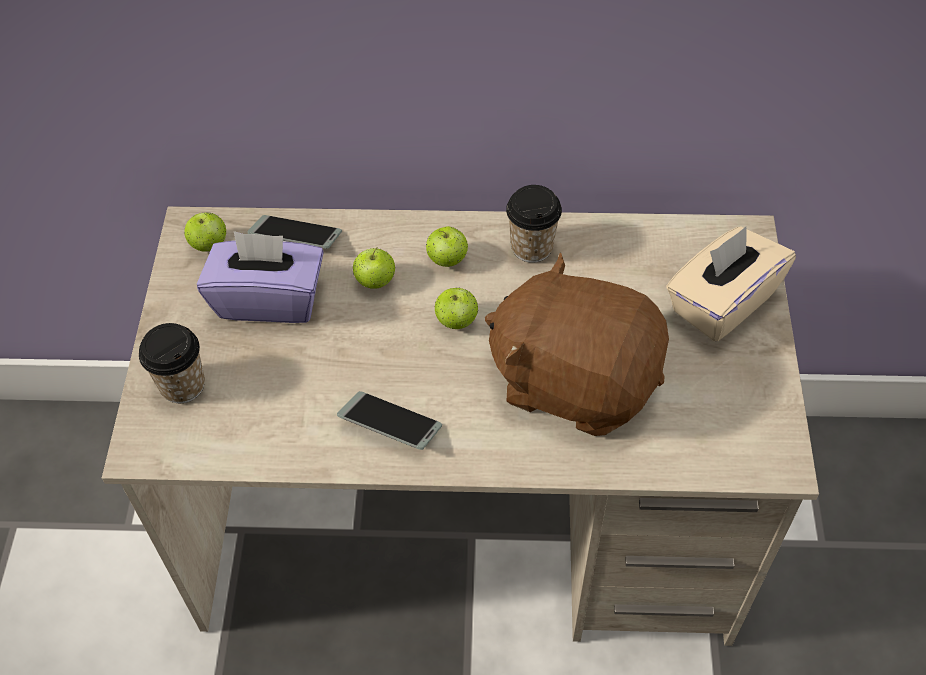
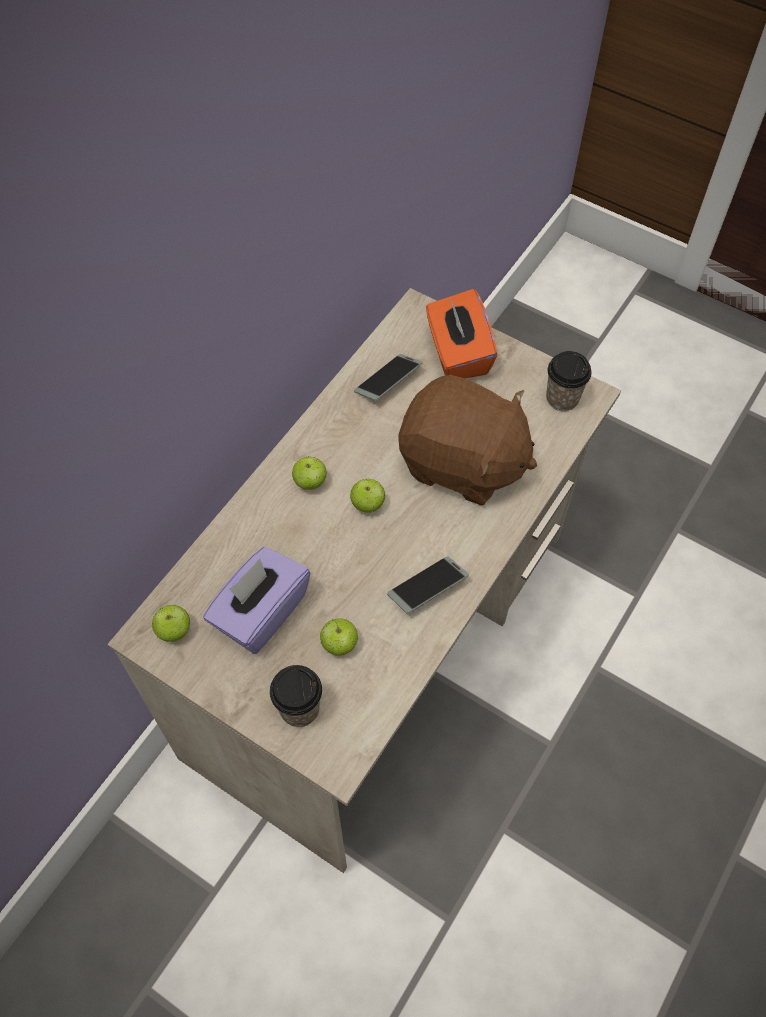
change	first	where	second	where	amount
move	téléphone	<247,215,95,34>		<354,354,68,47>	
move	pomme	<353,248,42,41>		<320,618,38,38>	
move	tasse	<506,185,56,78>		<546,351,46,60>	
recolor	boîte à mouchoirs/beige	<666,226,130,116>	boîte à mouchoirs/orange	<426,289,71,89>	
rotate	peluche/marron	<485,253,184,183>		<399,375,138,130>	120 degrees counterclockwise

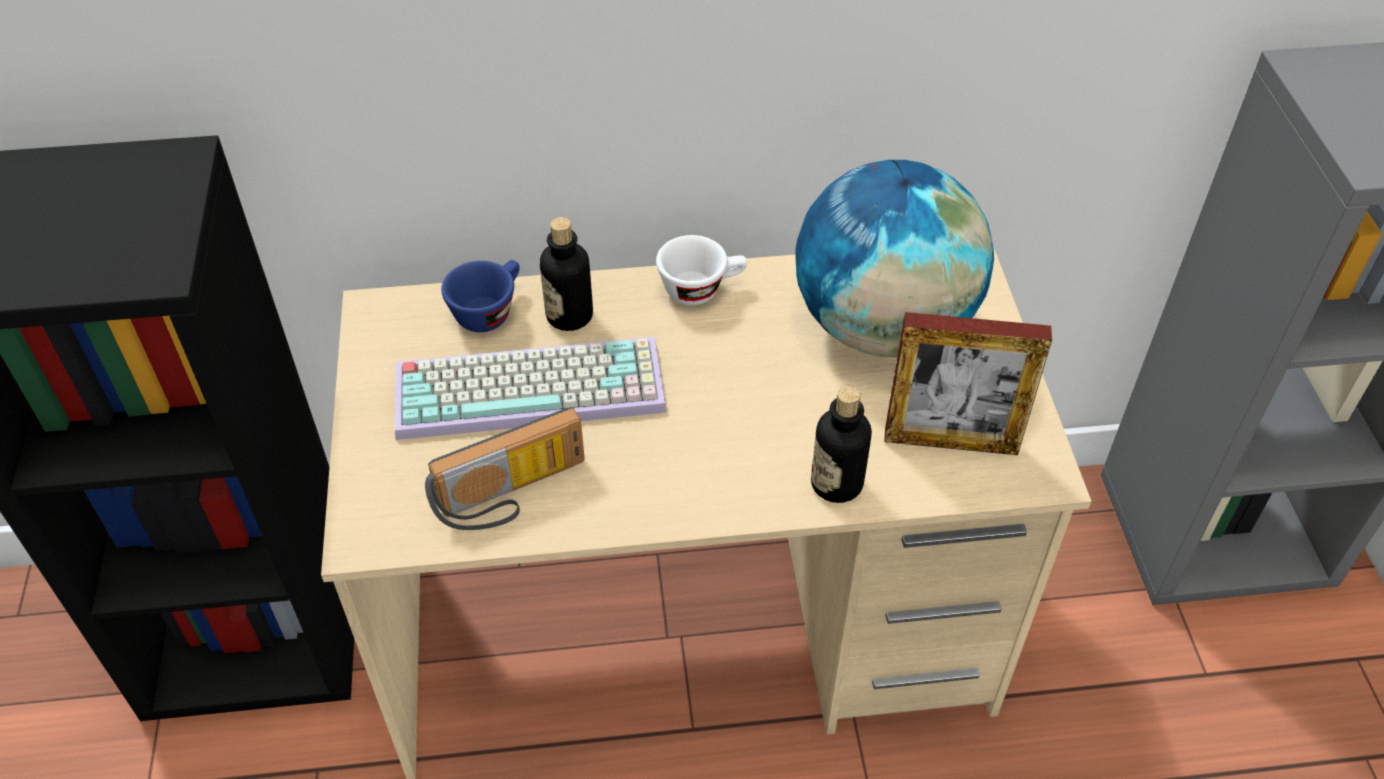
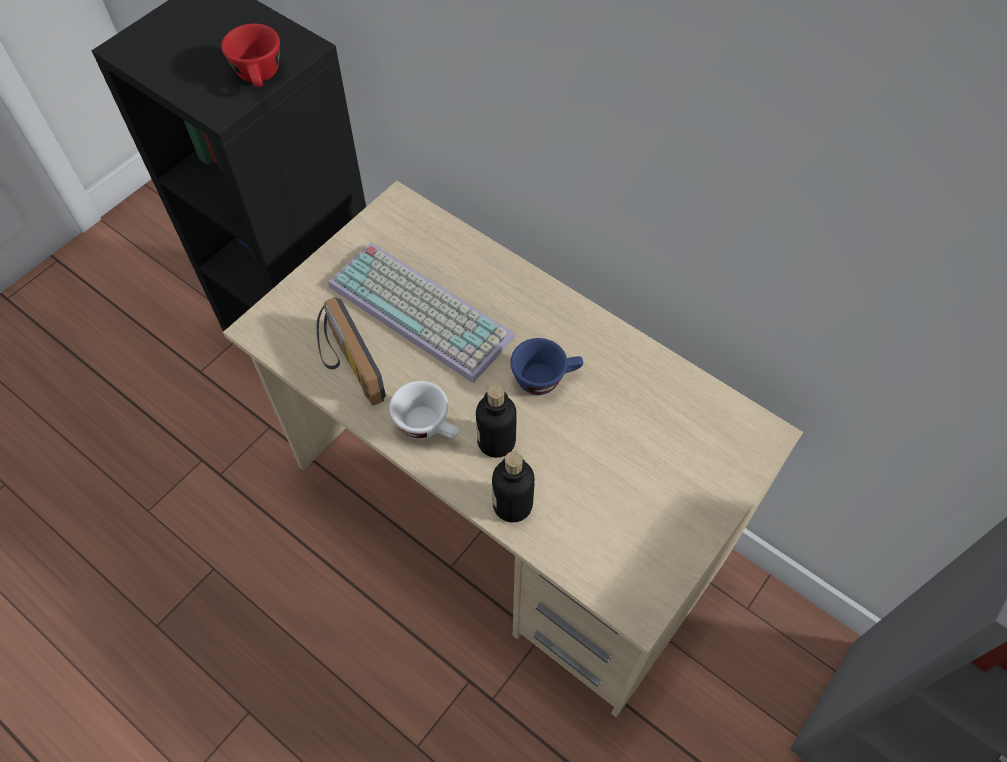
change	first	where	second	where	amount
delete	globe	<795,160,199,197>			
delete	cadre photo	<884,312,168,143>			
insert			tasse/rouge	<221,24,59,63>	
move	tasse/bleu	<441,260,79,72>		<510,338,73,57>	
move	bouteille	<540,217,53,114>		<476,384,41,74>	
move	tasse/blanc	<656,235,91,70>		<389,381,71,58>	
rotate	radio	<425,407,160,123>		<317,297,69,109>	45 degrees clockwise

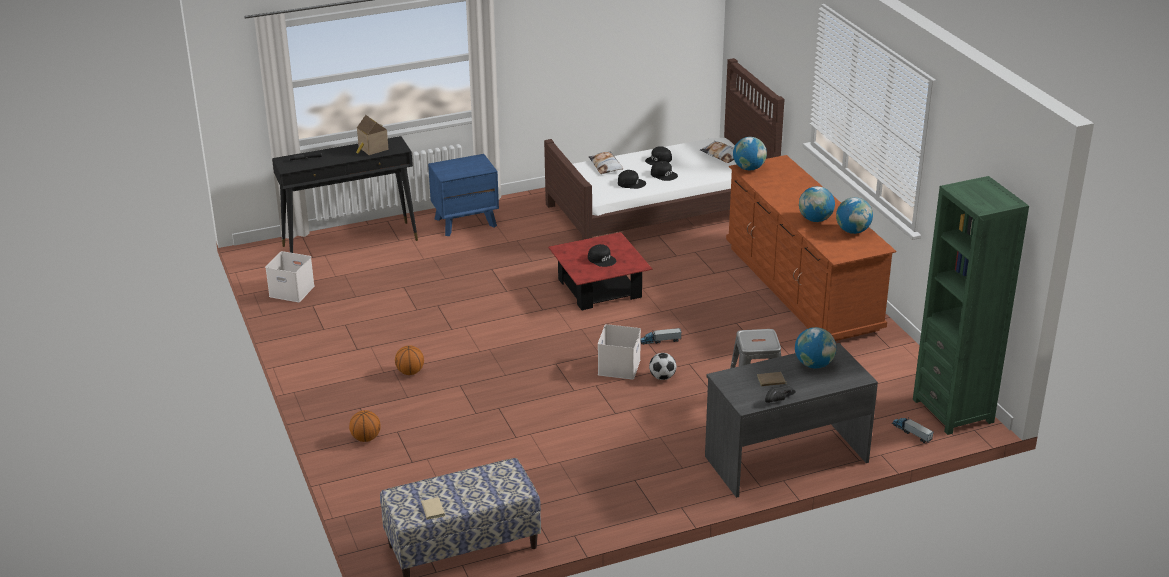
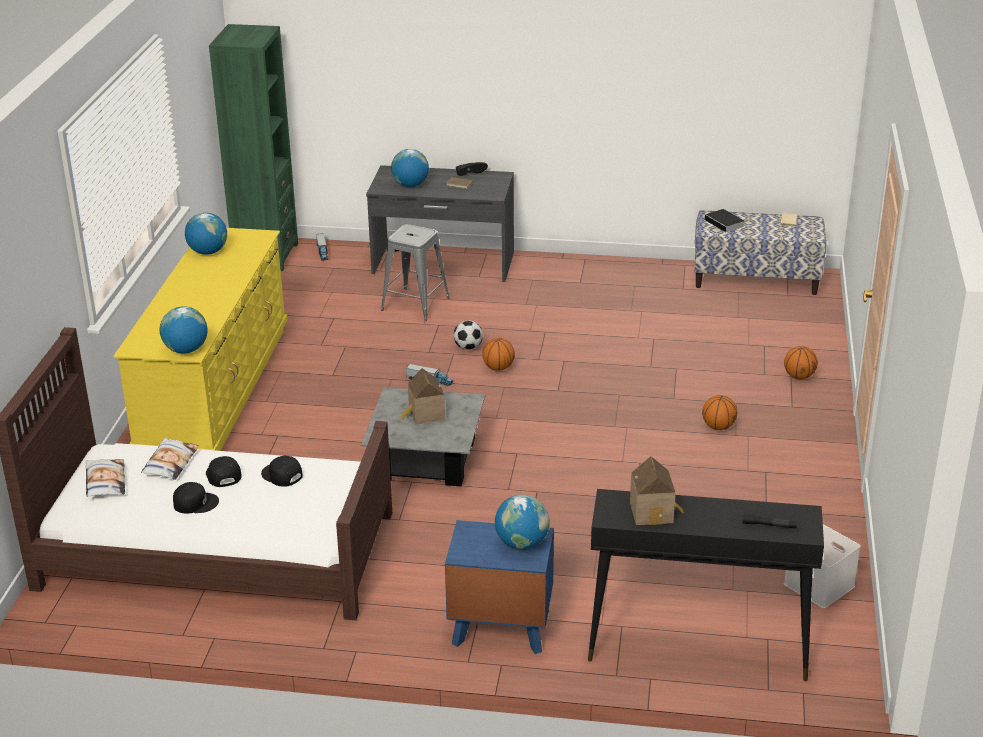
change	first	where	second	where	amount
insert			livre	<705,209,39,23>	
move	coussin	<589,151,34,23>		<141,437,58,43>	
move	globe	<799,186,36,36>		<495,495,55,55>	
replace	casquette/noir	<588,244,28,23>	maison miniature	<401,368,44,57>	
replace	boîte de rangement/blanc	<598,324,43,56>	ballon de basket	<482,338,33,33>	
recolor	table basse/rouge	<548,232,104,78>	table basse/gris	<361,387,124,100>	
recolor	commode/marron	<726,155,170,186>	commode/jaune	<113,228,175,223>	

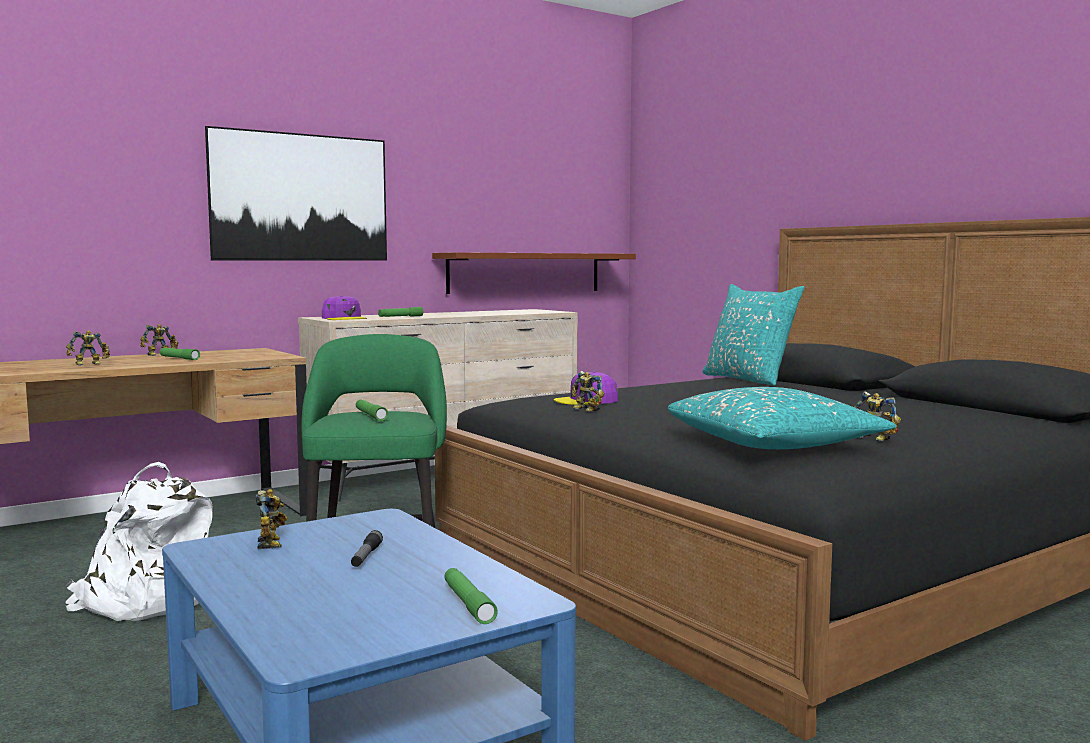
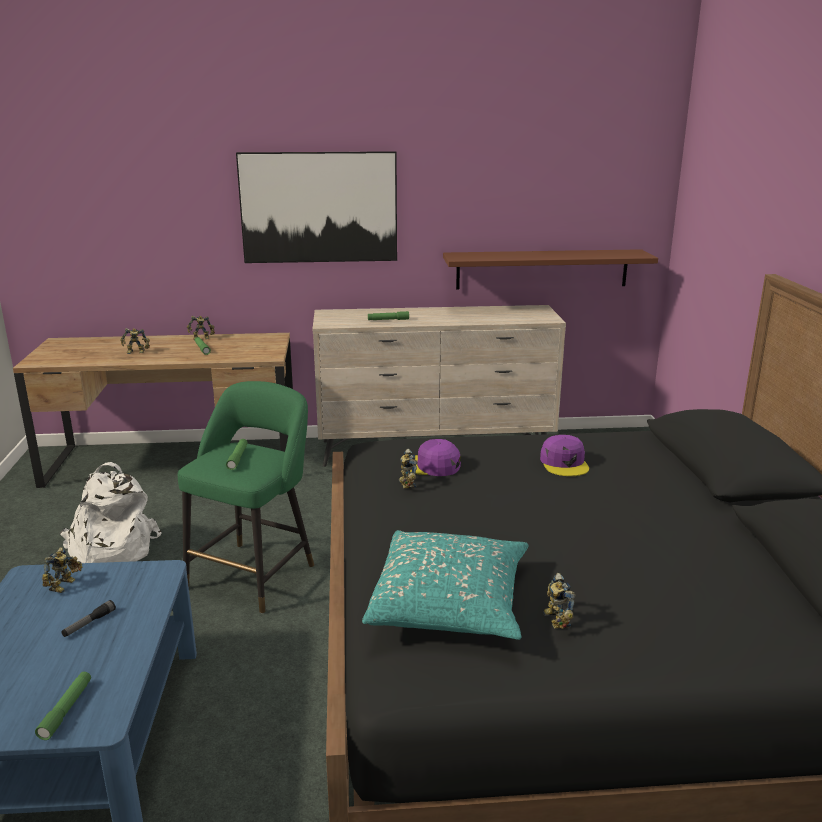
change	first	where	second	where	amount
delete	coussin/turquoise	<702,284,103,102>			
move	casquette/violet	<322,295,45,25>		<540,435,49,41>	

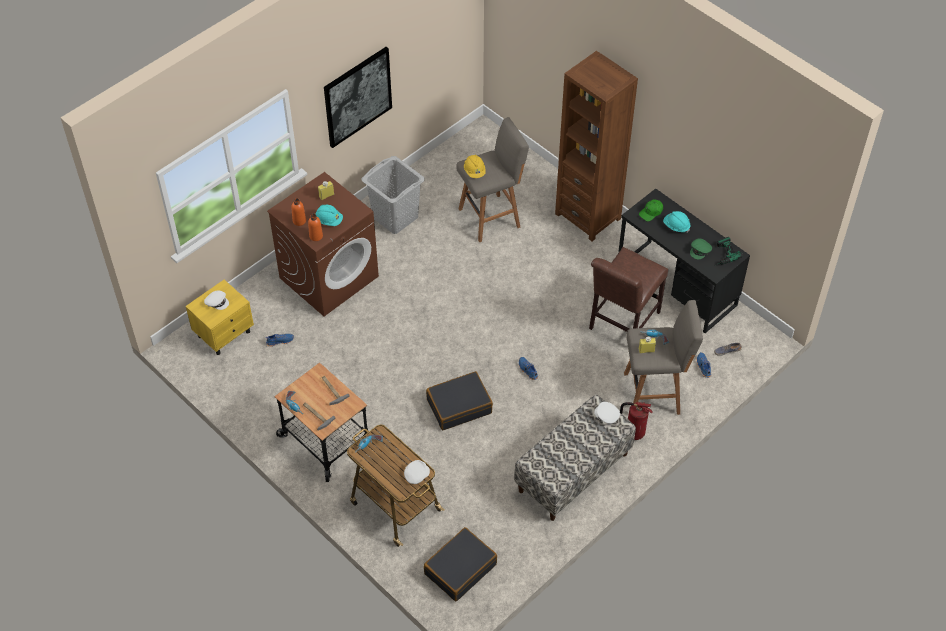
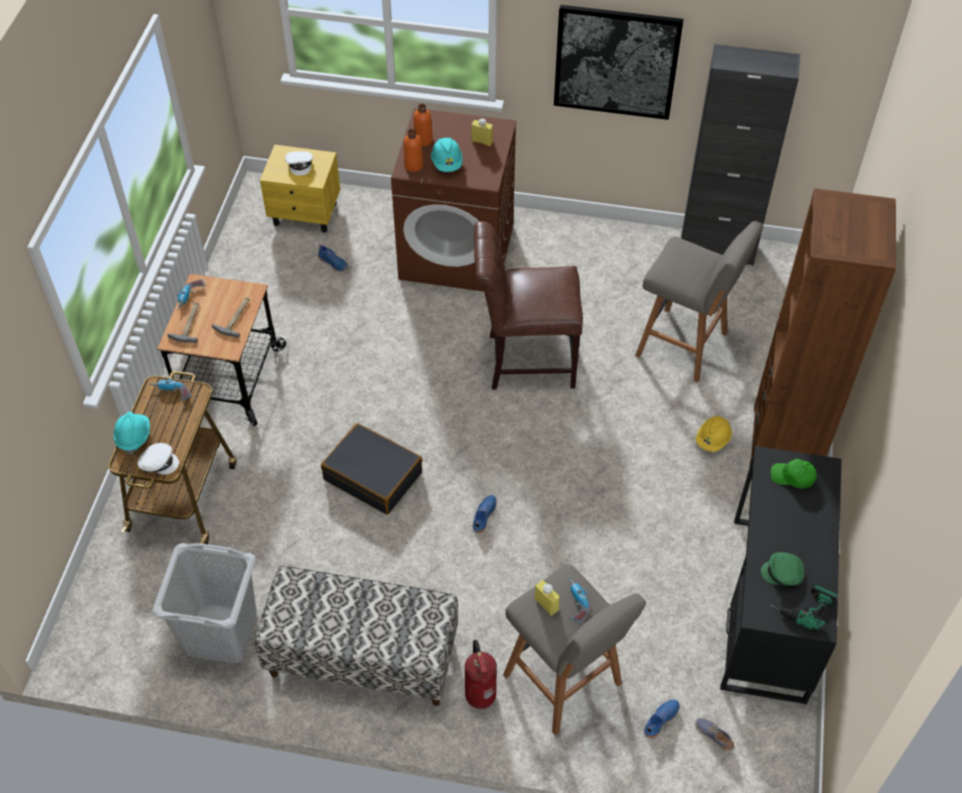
change	first	where	second	where	amount
delete	valise/noir	<424,527,73,75>			
delete	casquette/blanc	<594,402,26,22>			
insert			meuble de rangement/noir	<681,44,119,222>	
move	panier à linge/gris	<361,156,64,78>		<152,543,105,120>	
move	casque de chantier/jaune	<464,155,22,23>		<696,416,36,36>	
move	chaise/marron	<589,247,79,85>		<474,221,109,169>	
move	casque de chantier/turquoise	<663,211,28,22>		<113,411,37,43>	

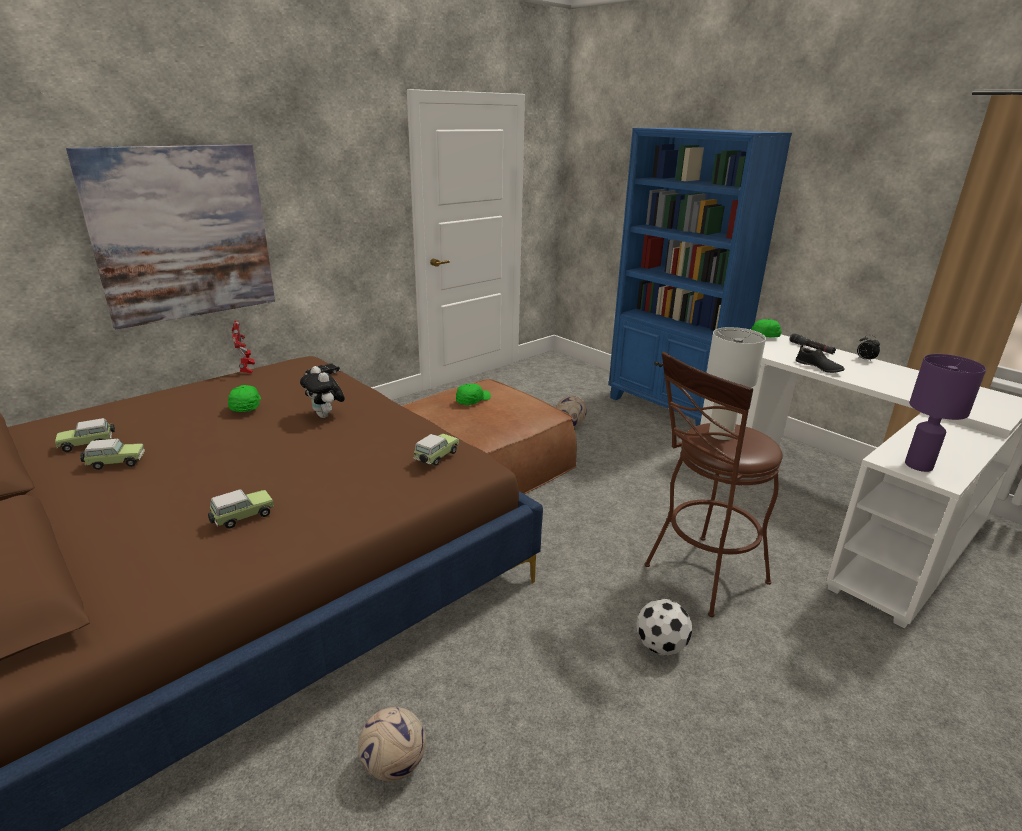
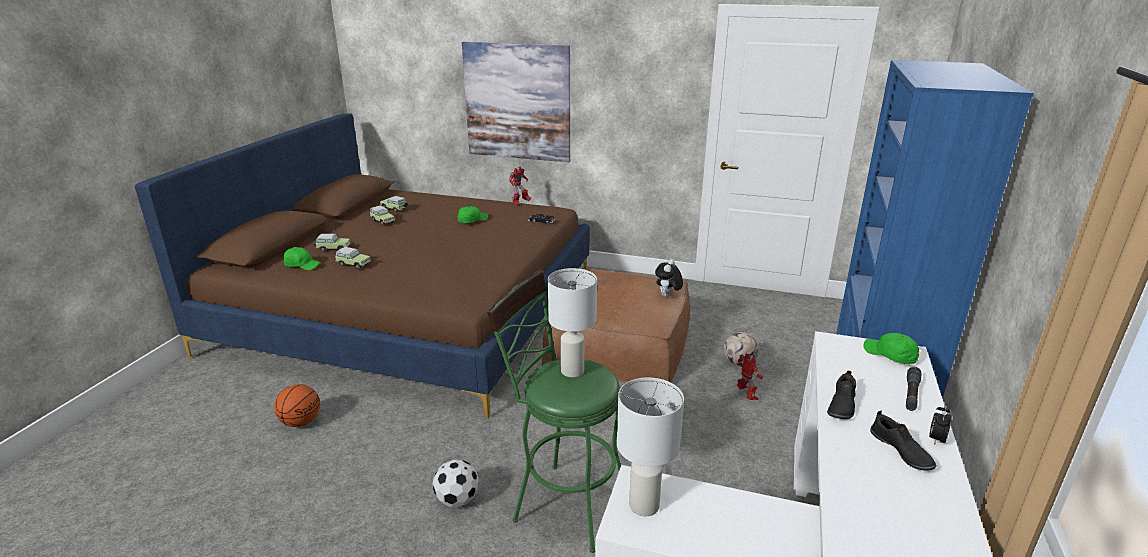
change	first	where	second	where	amount
insert			robot jouet	<736,353,27,47>	
insert			chaussure/noir	<870,411,66,60>	
move	peluche	<300,366,45,52>		<655,259,28,38>	
move	petite voiture	<413,434,46,32>		<314,234,36,18>	
move	casquette/vert	<456,384,35,21>		<283,247,38,23>	
replace	ballon de foot	<358,707,68,74>	ballon de basket	<274,384,46,43>	
recolor	tabouret/marron	<644,352,139,265>	tabouret/vert	<487,270,134,283>	
recolor	lampe de table/violet	<905,354,81,118>	lampe de table/blanc	<617,377,67,139>	

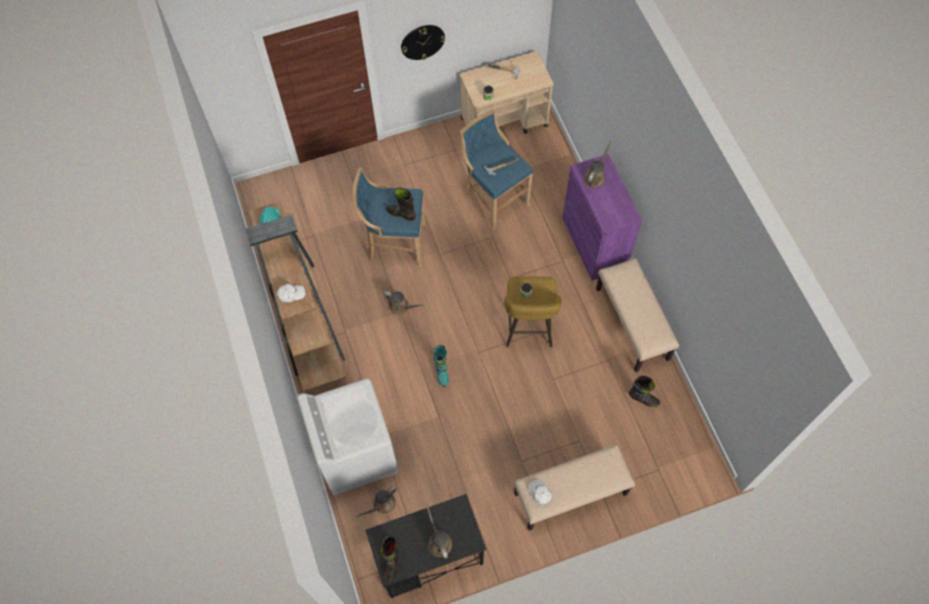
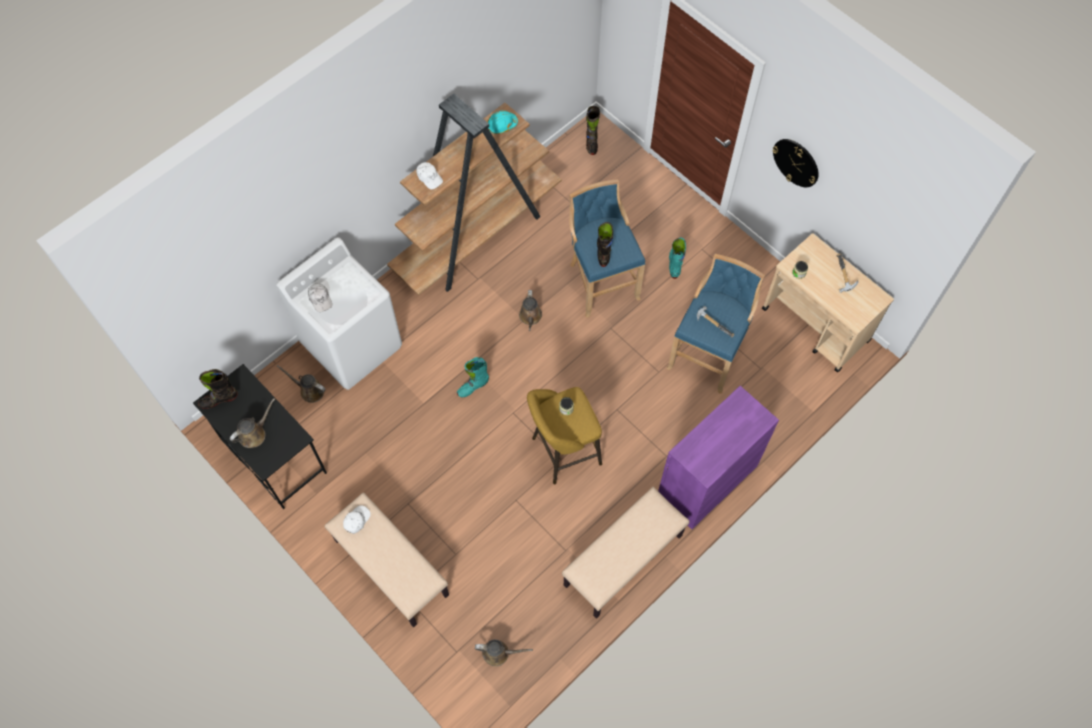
change	first	where	second	where	amount
insert			casquette/blanc	<308,283,24,29>	
insert			botte/turquoise	<669,238,17,41>	
move	arrosoir/marron	<584,141,28,47>		<475,639,58,28>	
move	botte/noir	<629,375,31,32>		<586,106,14,49>	

